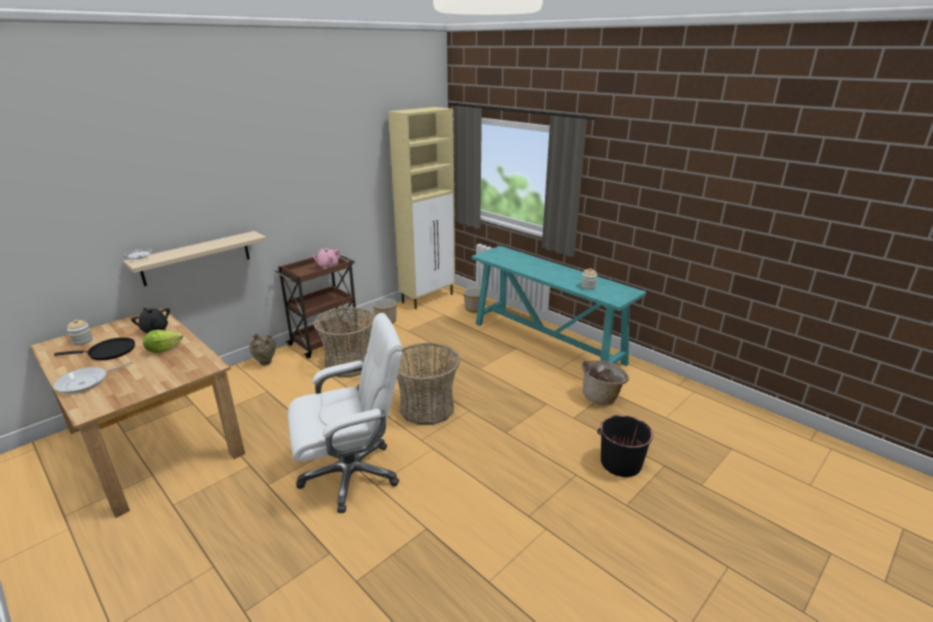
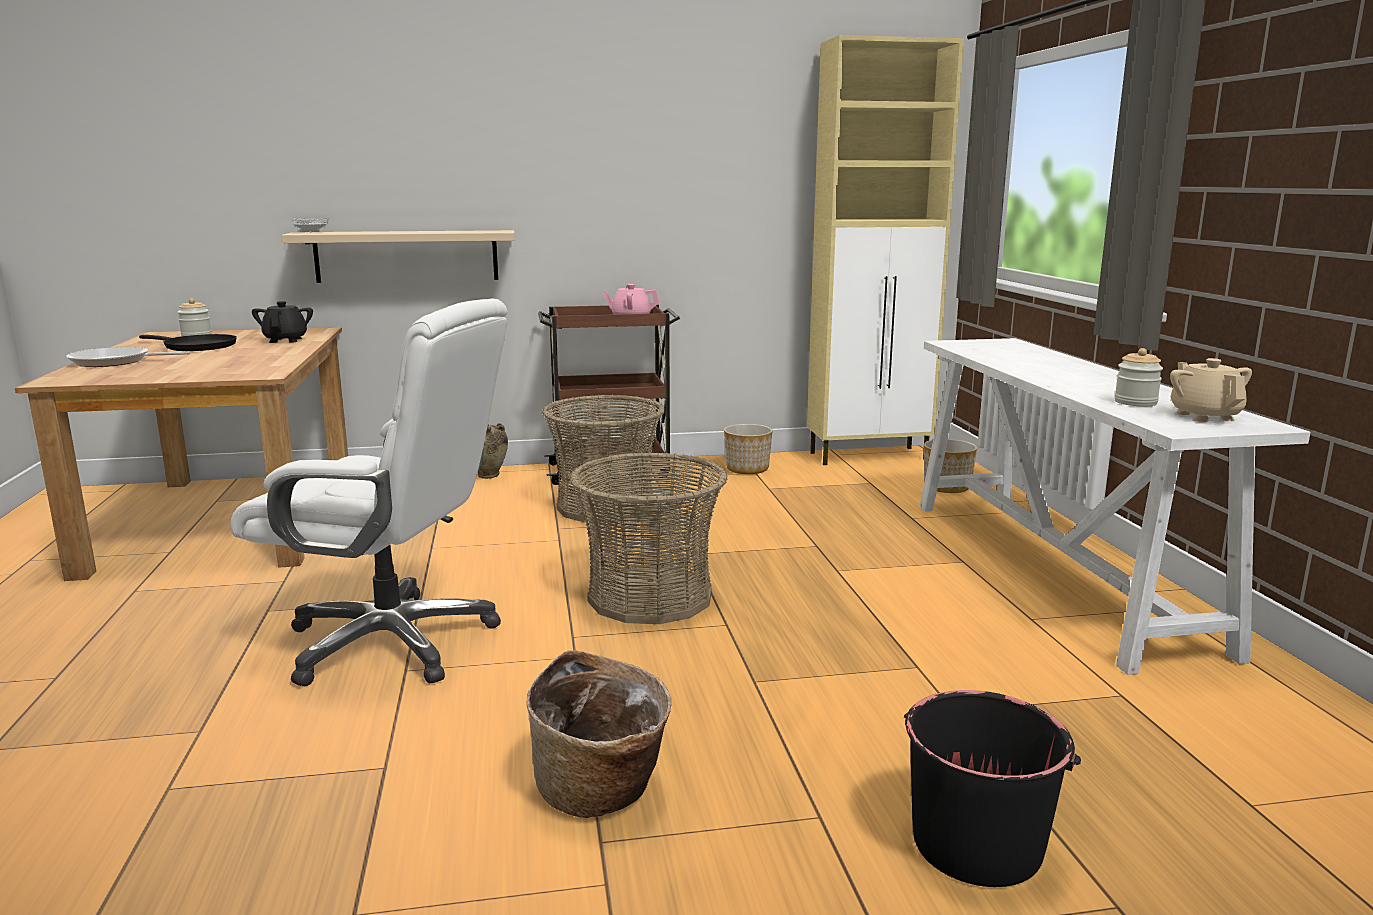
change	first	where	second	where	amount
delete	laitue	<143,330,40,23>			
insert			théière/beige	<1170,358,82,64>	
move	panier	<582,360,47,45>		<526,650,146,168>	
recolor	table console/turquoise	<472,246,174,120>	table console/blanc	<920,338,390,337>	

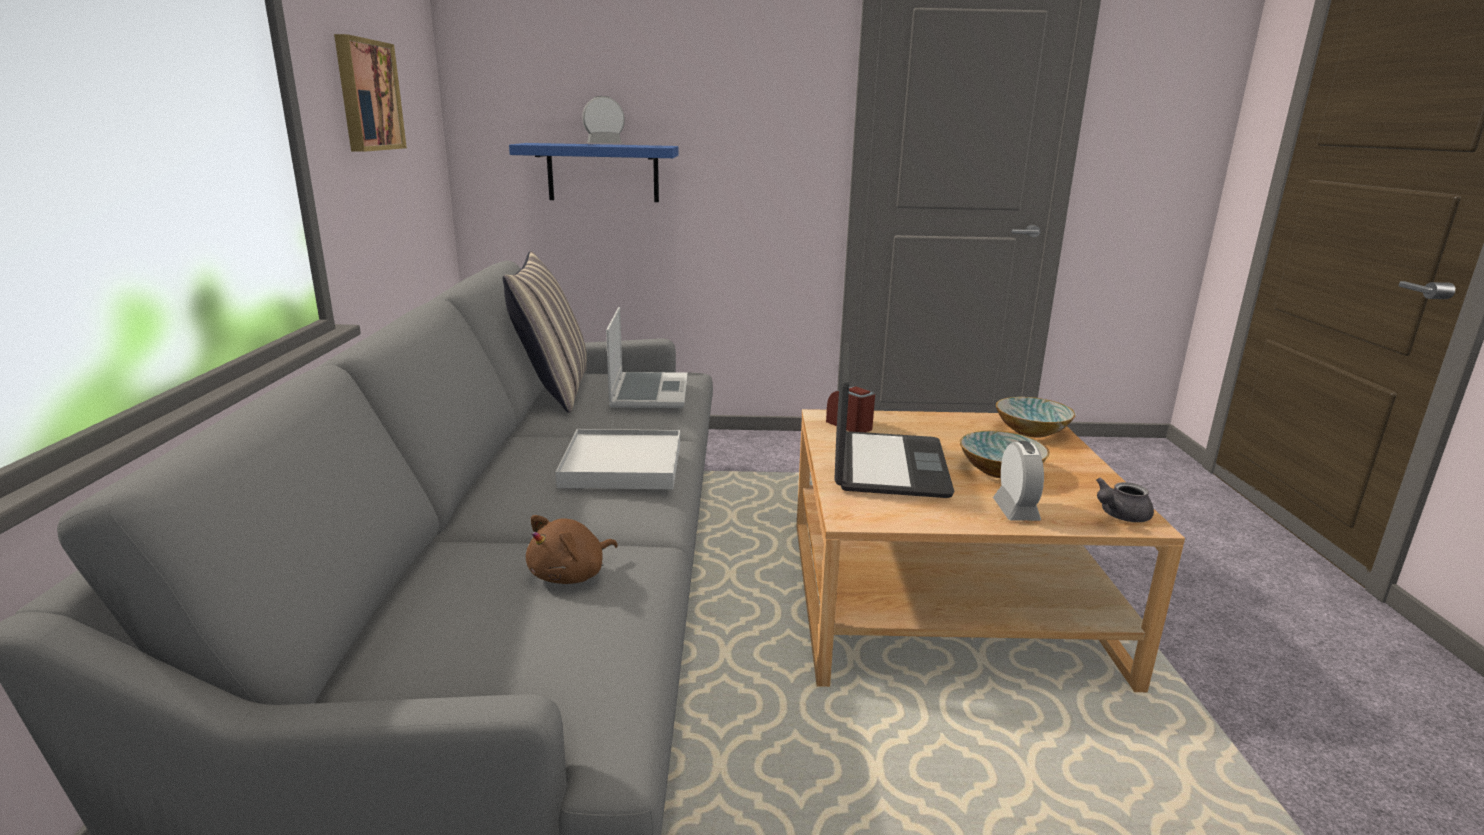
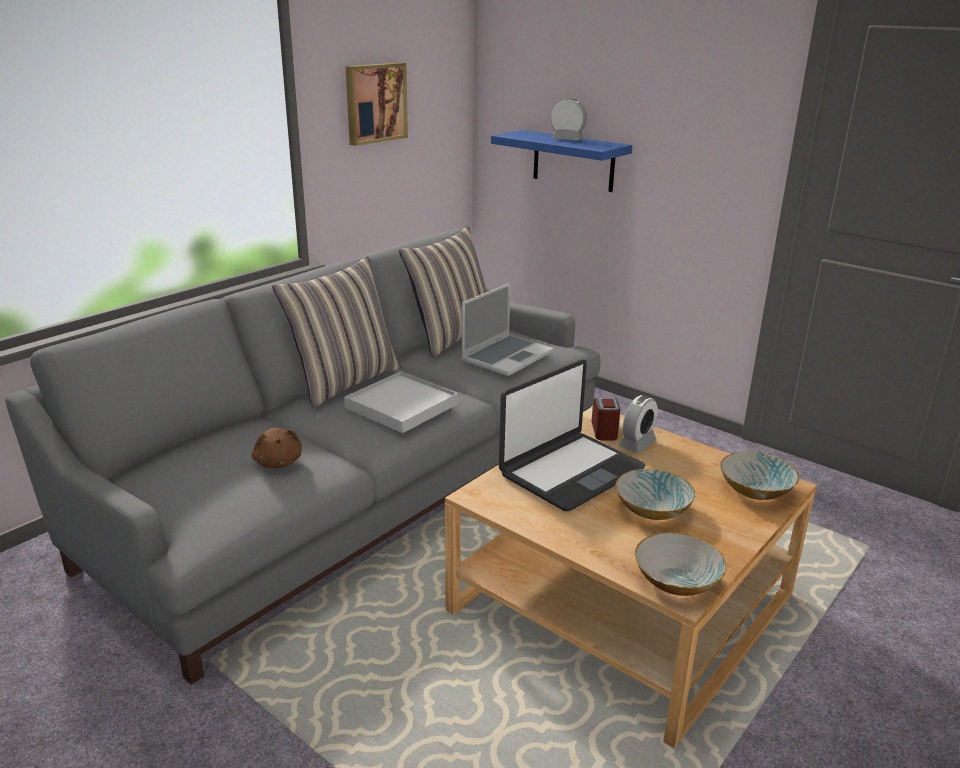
change	first	where	second	where	amount
insert			coussin	<272,256,129,152>	
move	réveil	<993,441,51,80>		<619,395,39,58>	
replace	théière/gris	<1096,478,58,44>	bol	<635,532,92,64>	
rotate	peluche/marron	<526,515,92,69>		<252,428,50,40>	105 degrees counterclockwise

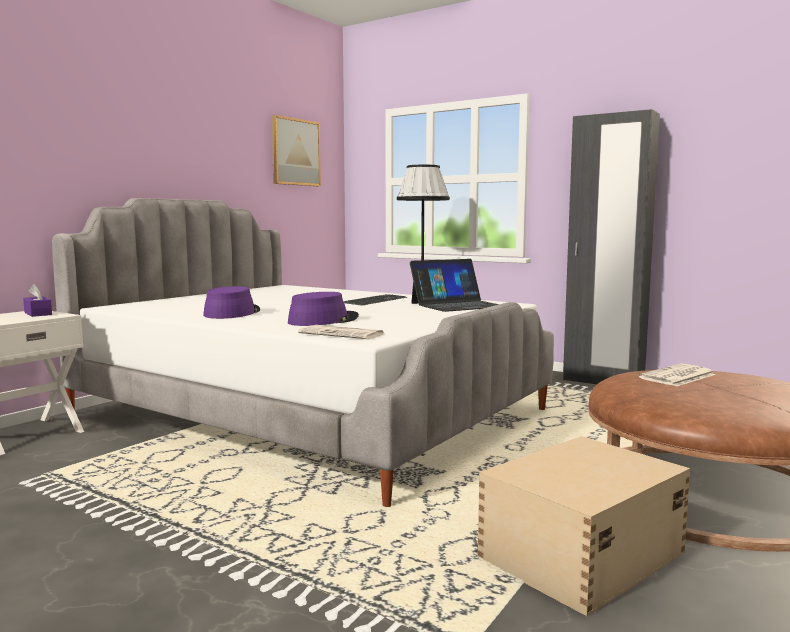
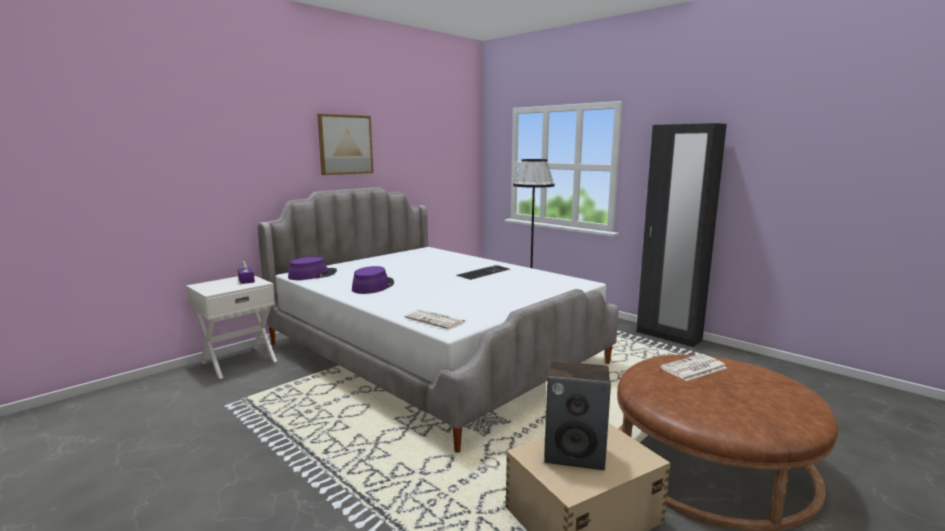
change	first	where	second	where	amount
delete	ordinateur portable	<410,259,89,53>			
insert			enceinte	<544,361,67,109>	
move	tableau	<272,115,49,71>		<317,114,56,61>	
move	chapeau/violet	<288,292,71,34>		<288,257,49,23>	

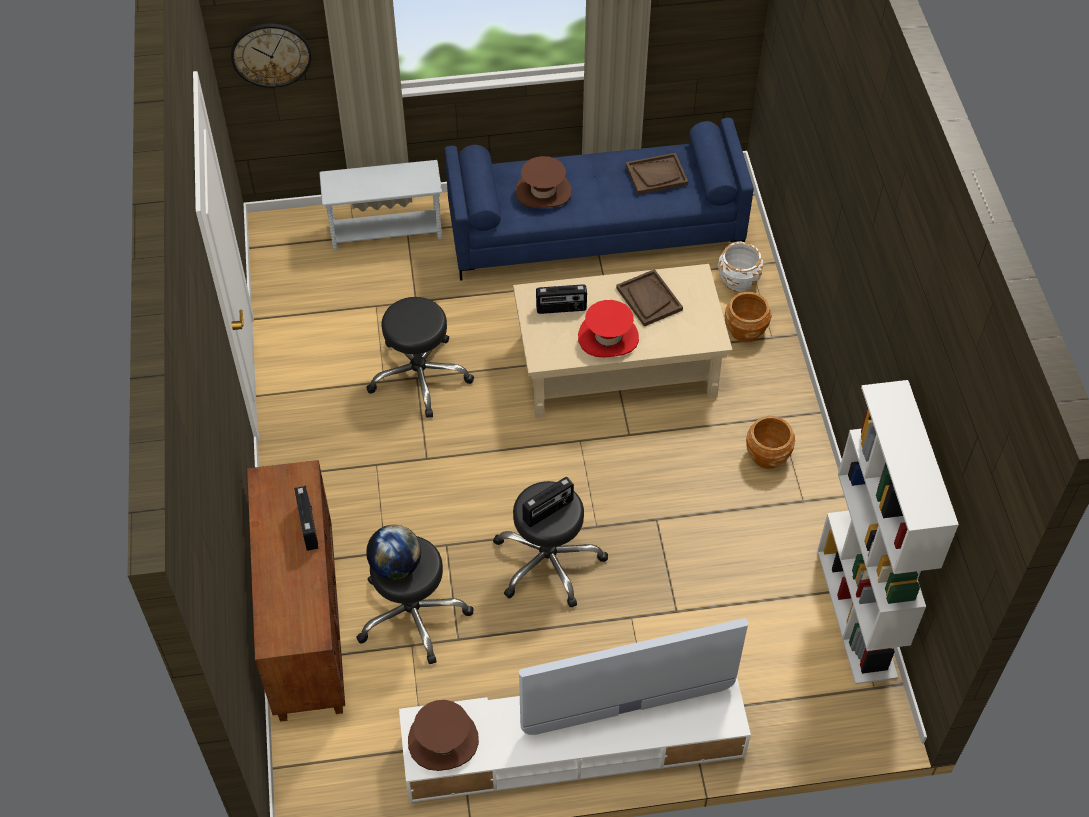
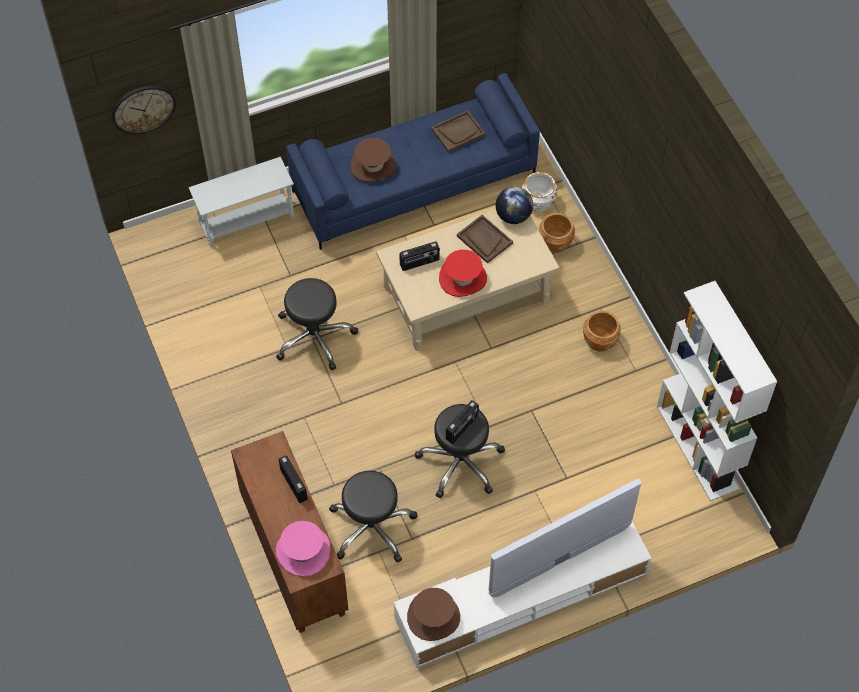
change	first	where	second	where	amount
insert			chapeau/rose	<276,521,55,56>	
move	globe	<366,525,55,55>		<496,186,37,38>	

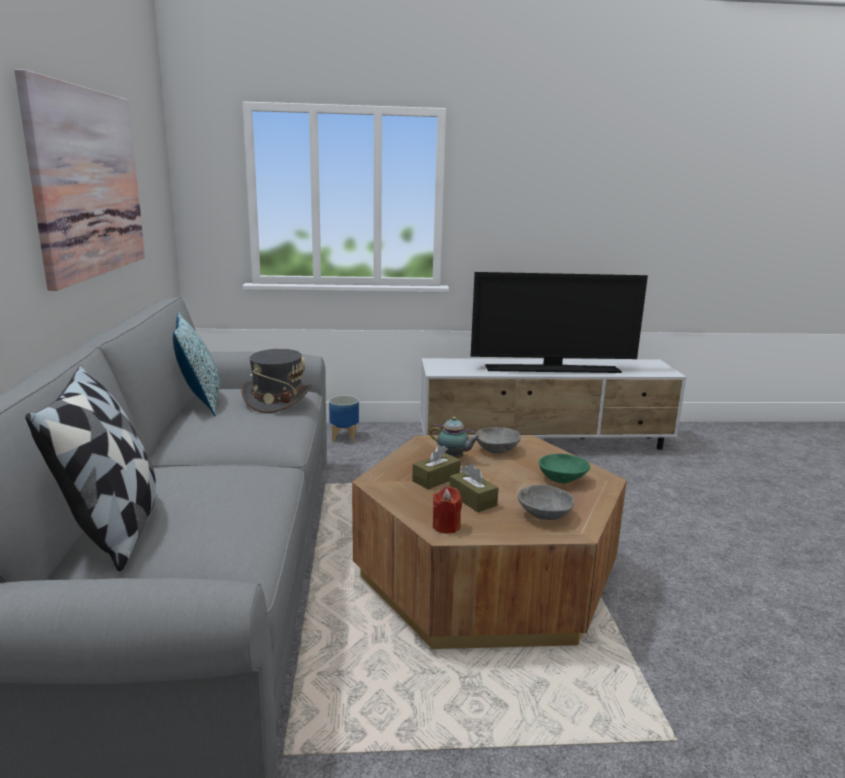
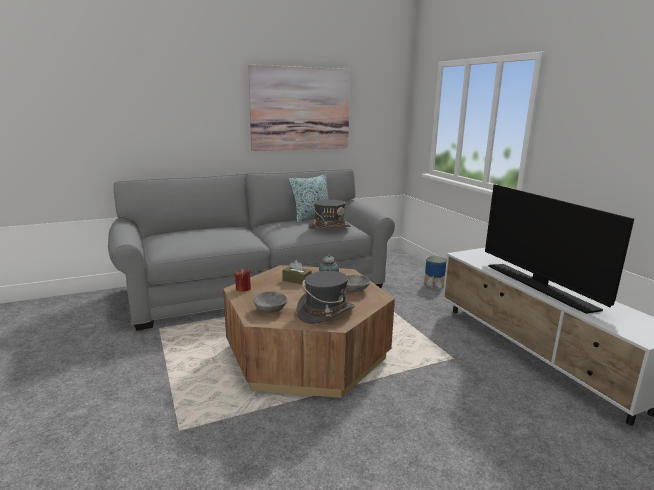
change	first	where	second	where	amount
delete	coussin	<25,365,131,206>			
delete	boîte à mouchoirs/marron	<449,463,50,49>			
replace	bol/vert	<539,454,51,29>	chapeau/gris	<297,271,58,53>	

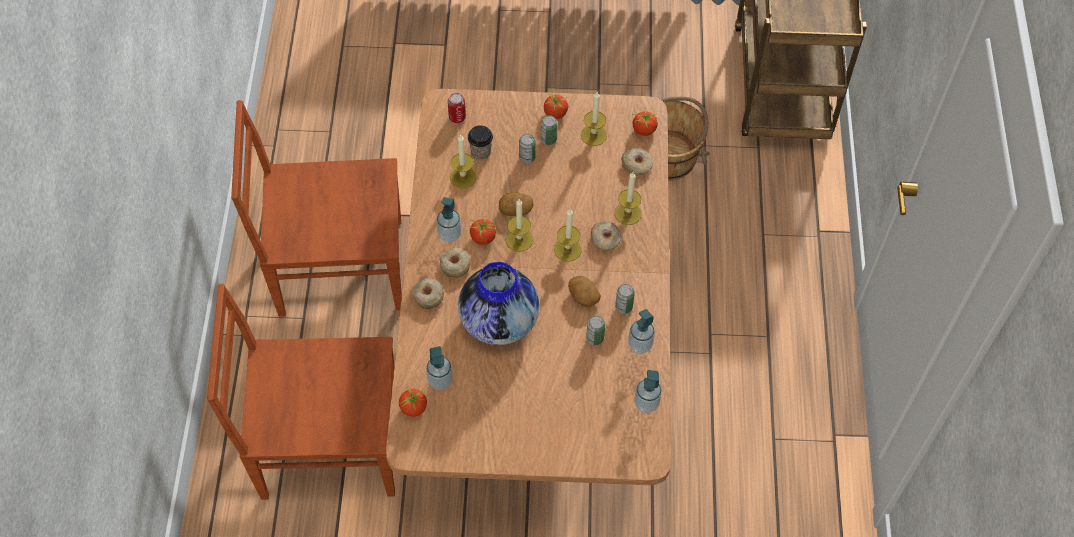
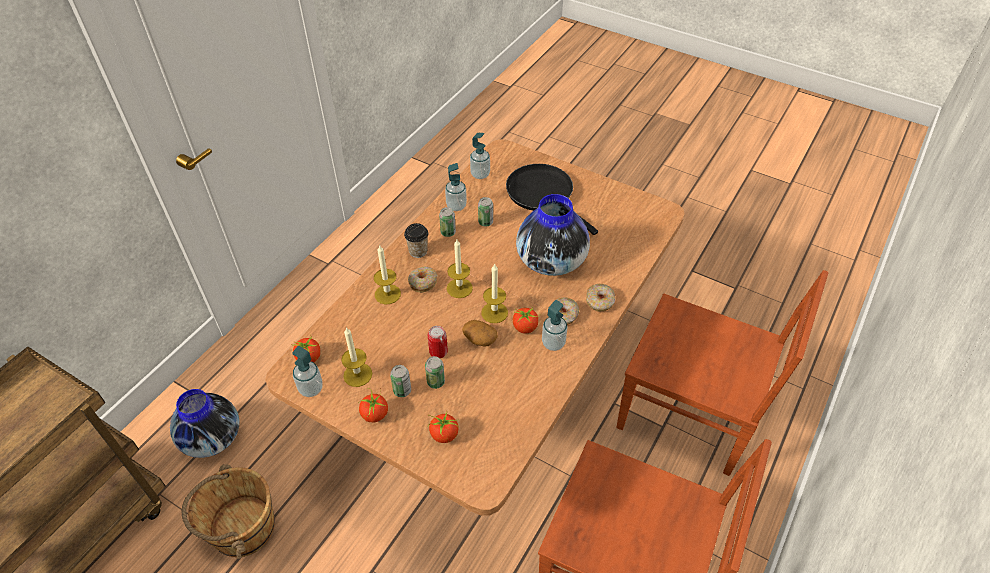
change	first	where	second	where	amount
delete	bougie	<450,134,27,55>			
delete	pomme de terre	<568,276,33,31>			
delete	beignet	<621,148,32,28>			
insert			vase	<170,389,70,69>	
insert			poêle/noir	<506,164,92,71>	
move	tomate	<398,386,29,31>		<428,412,31,31>	
move	distributeur de savon	<426,346,27,44>		<292,346,31,51>	
move	boîte métallique	<448,93,18,30>		<428,326,20,32>	
move	tasse	<468,125,25,35>		<404,223,24,35>	

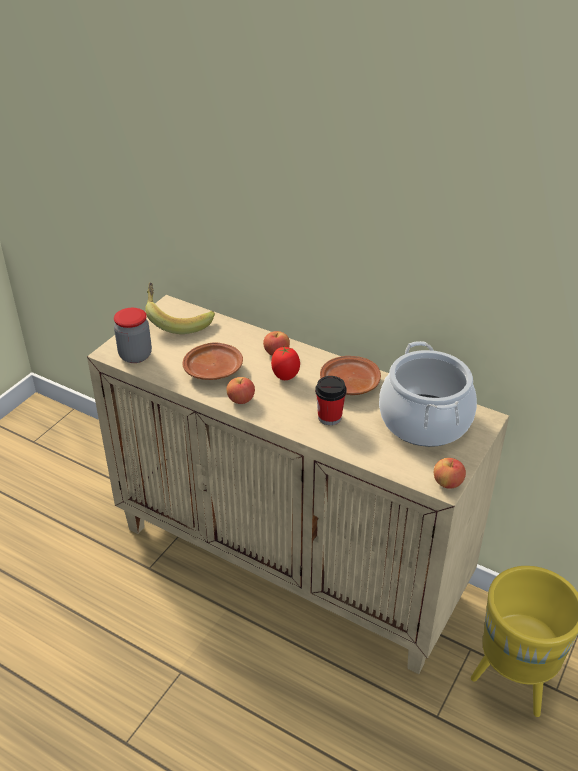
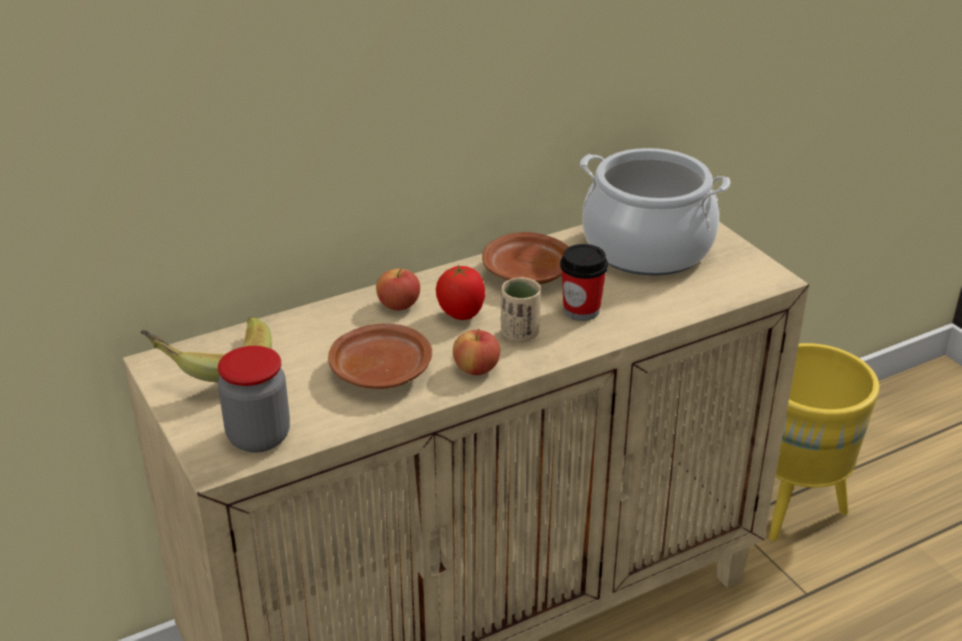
change	first	where	second	where	amount
delete	pomme	<434,458,32,31>			
insert			tasse/beige	<501,277,40,66>	

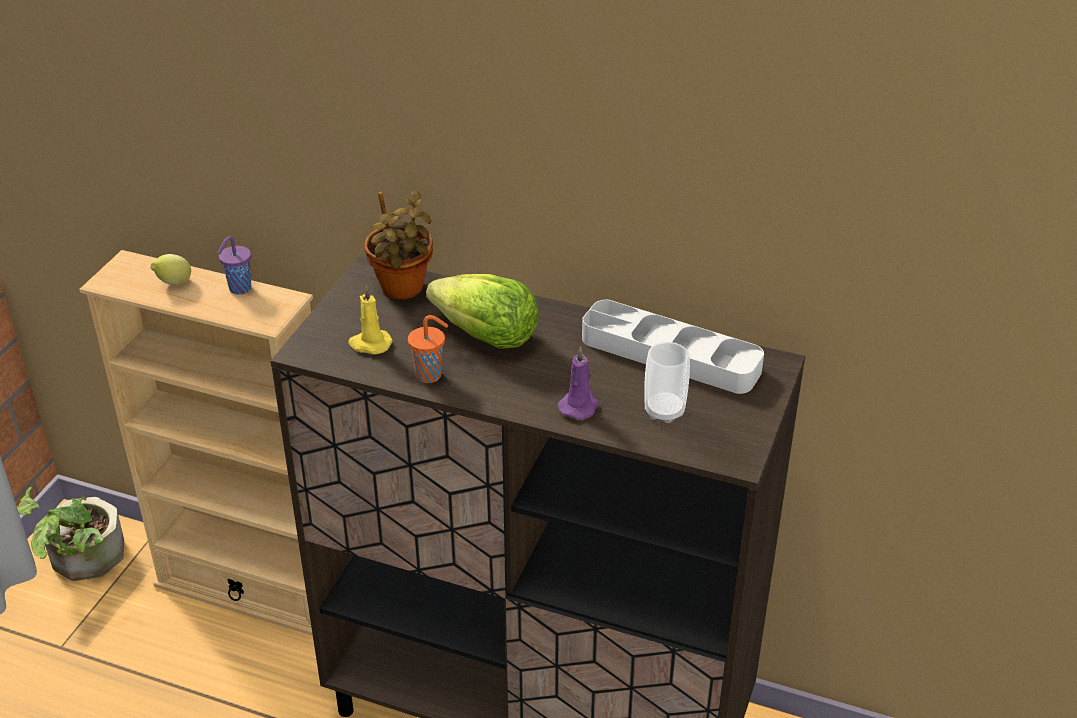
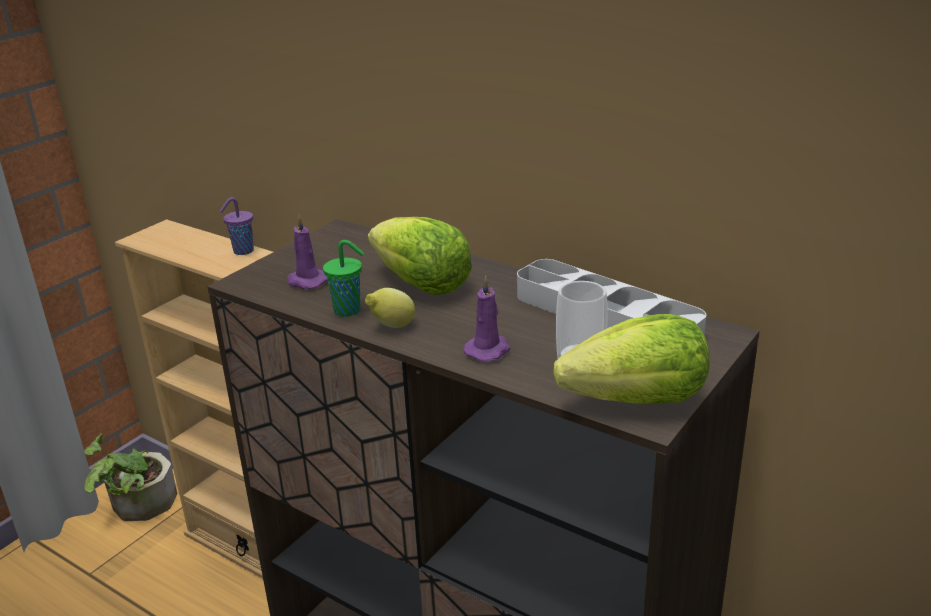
change	first	where	second	where	amount
delete	plante en pot	<364,190,69,109>			
insert			laitue	<553,314,157,90>	
move	citron	<150,254,41,31>		<365,288,50,40>	
recolor	bougie/jaune	<349,286,44,69>	bougie/violet	<287,215,40,74>	
recolor	tasse/orange	<408,315,40,68>	tasse/vert	<323,240,41,77>	

